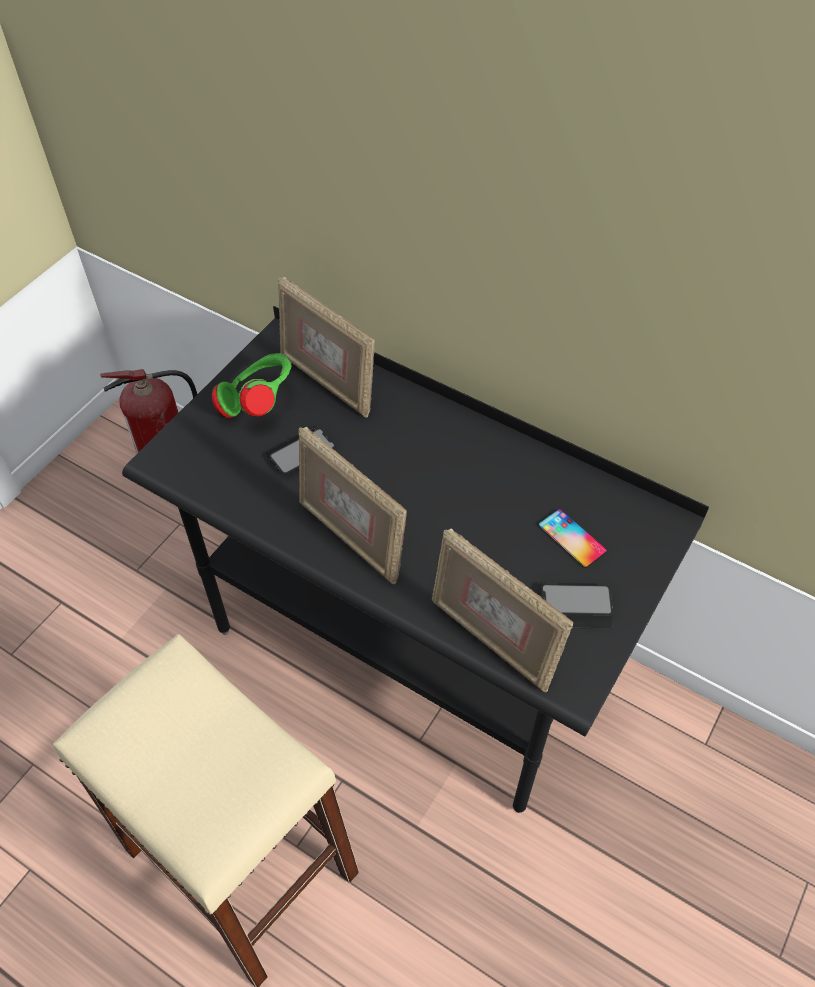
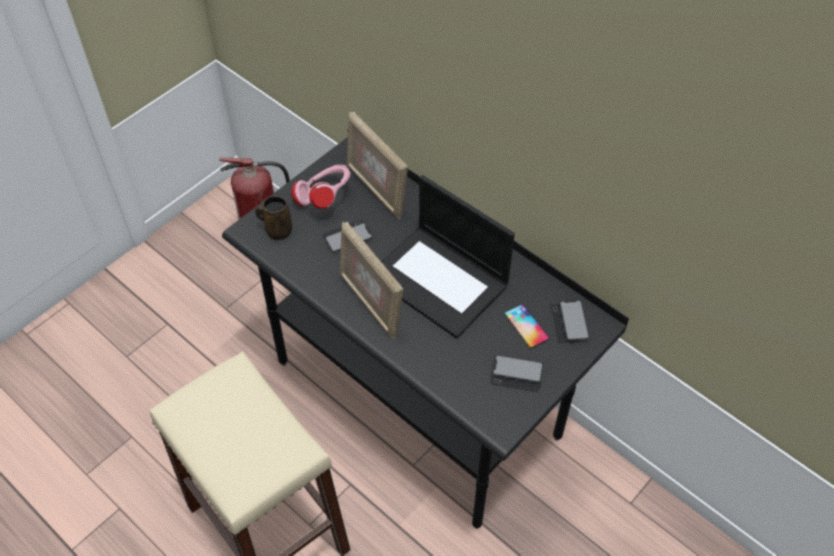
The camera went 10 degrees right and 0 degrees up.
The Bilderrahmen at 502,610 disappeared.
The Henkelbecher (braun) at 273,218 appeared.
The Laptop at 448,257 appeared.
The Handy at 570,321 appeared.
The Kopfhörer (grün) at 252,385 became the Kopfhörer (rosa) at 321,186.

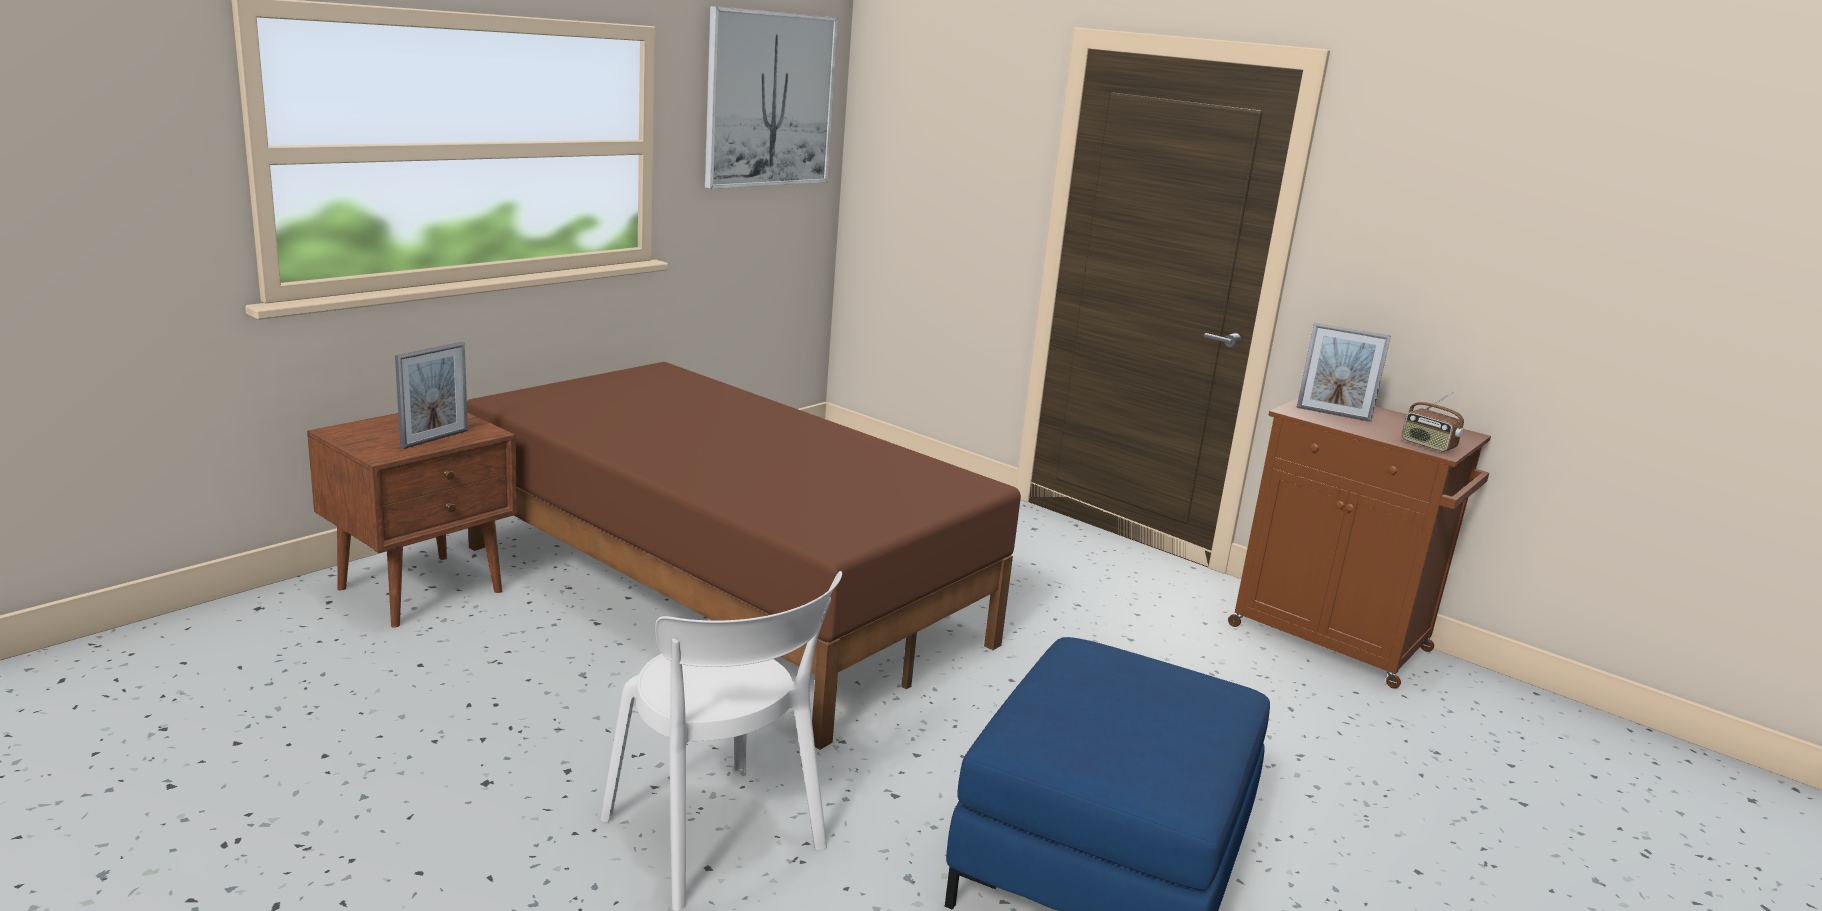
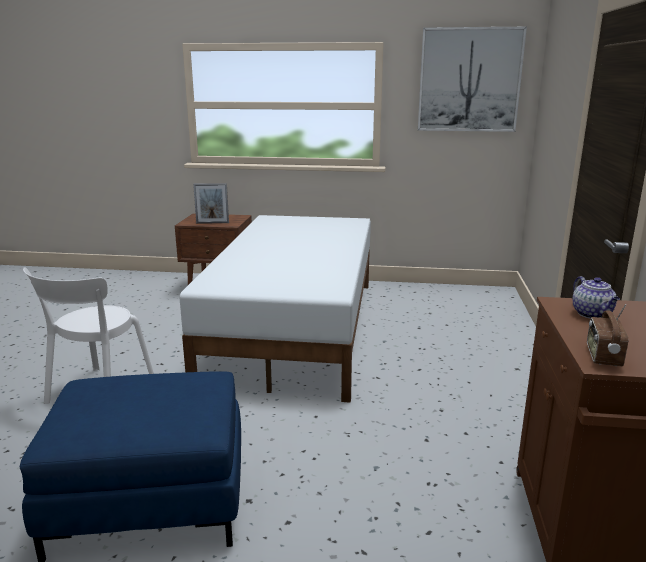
The camera went 60 degrees right and 0 degrees up.
The Bilderrahmen at 1343,372 was replaced by the Teekanne at 596,297.
The Bett (braun) at 744,556 became the Bett (weiß) at 275,309.

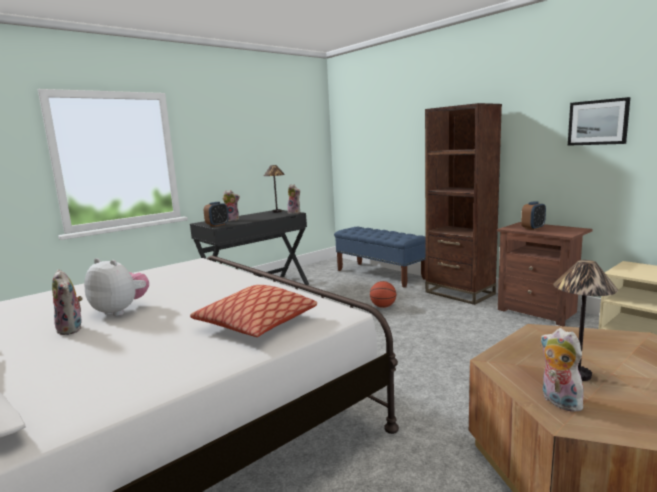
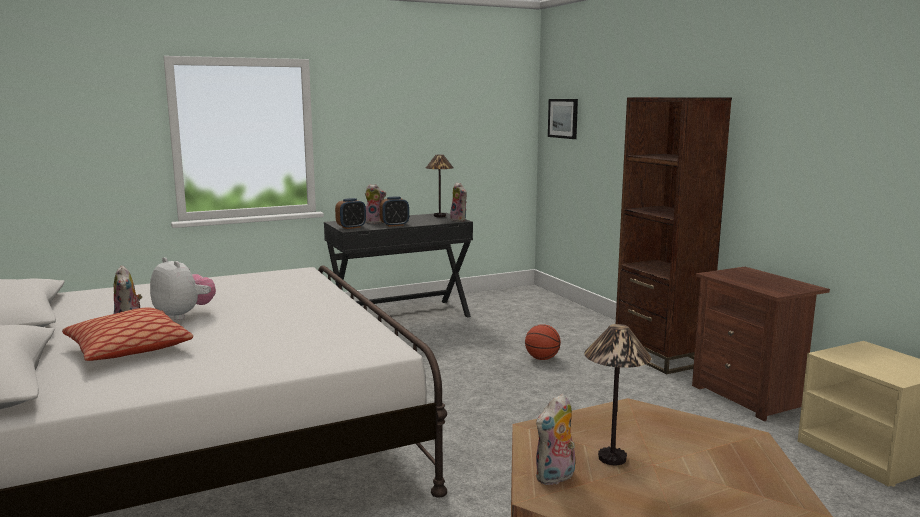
The camera went 15 degrees right and 0 degrees up.
The Bank (blau) at 380,257 disappeared.
The Kissen moved from 253,311 to 127,334.
The Wecker moved from 533,215 to 394,211.
The Bild moved from 599,121 to 563,119.
The Plüschtier at 562,370 turned 120 degrees counterclockwise.

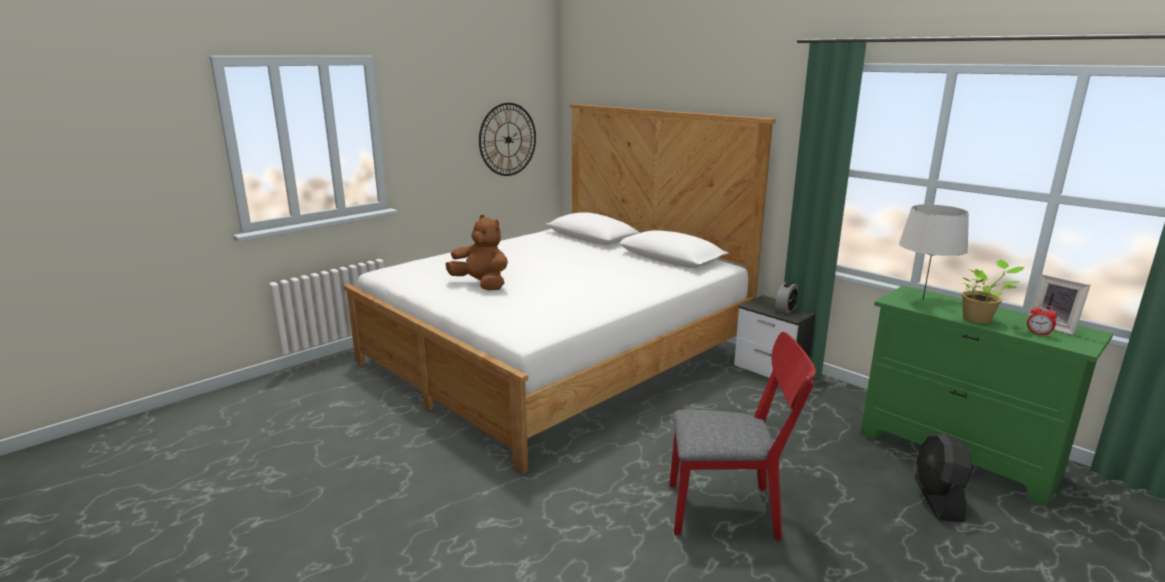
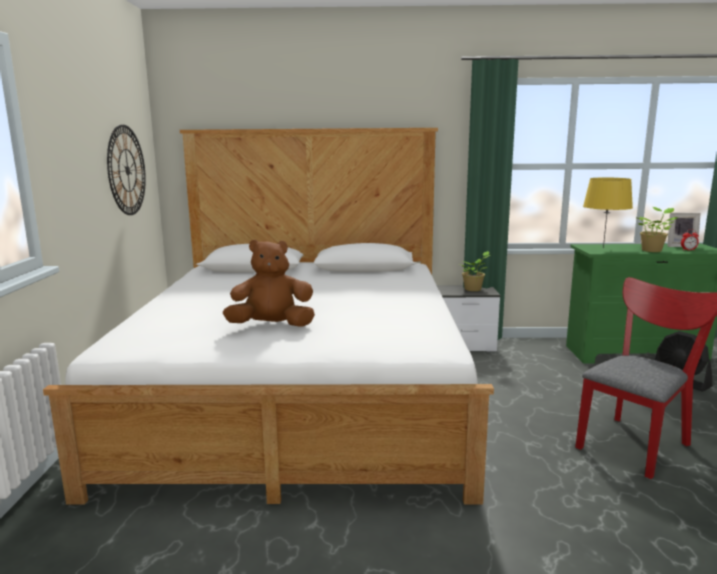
The camera went 45 degrees left and 5 degrees down.
The Wecker at 787,297 was replaced by the Topfpflanze at 475,271.
The Tischlampe (grau) at 934,252 became the Tischlampe (gelb) at 608,213.

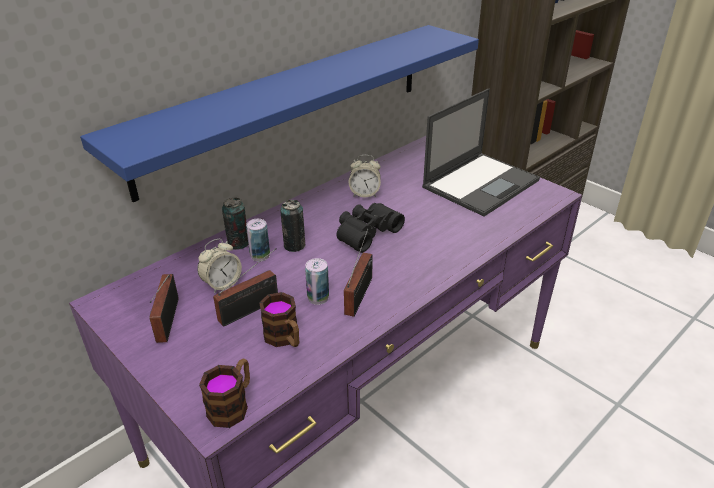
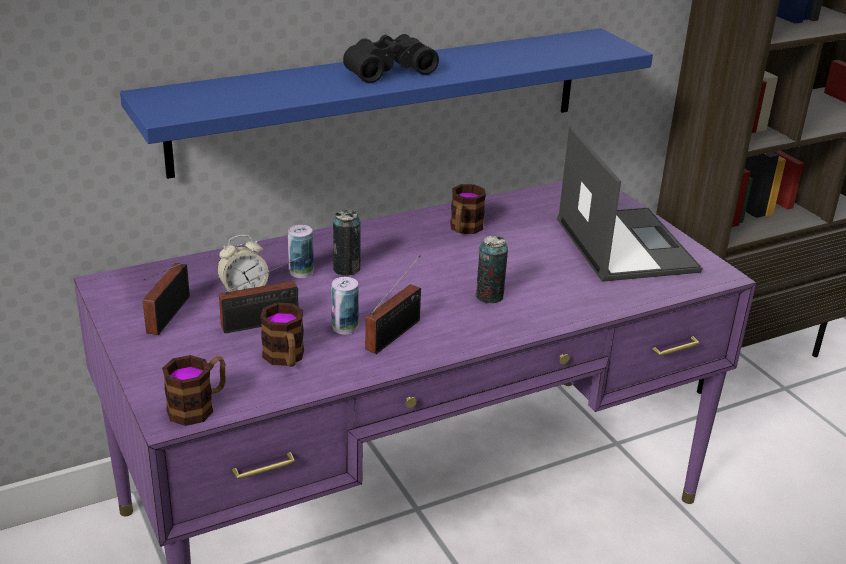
The camera went 15 degrees right and 5 degrees down.
The Dose moved from 235,224 to 491,269.
The Fernglas (schwarz) moved from 371,228 to 391,58.
The Wecker at 365,176 was replaced by the Henkelbecher at 468,209.
The Laptop at 481,153 turned 75 degrees counterclockwise.

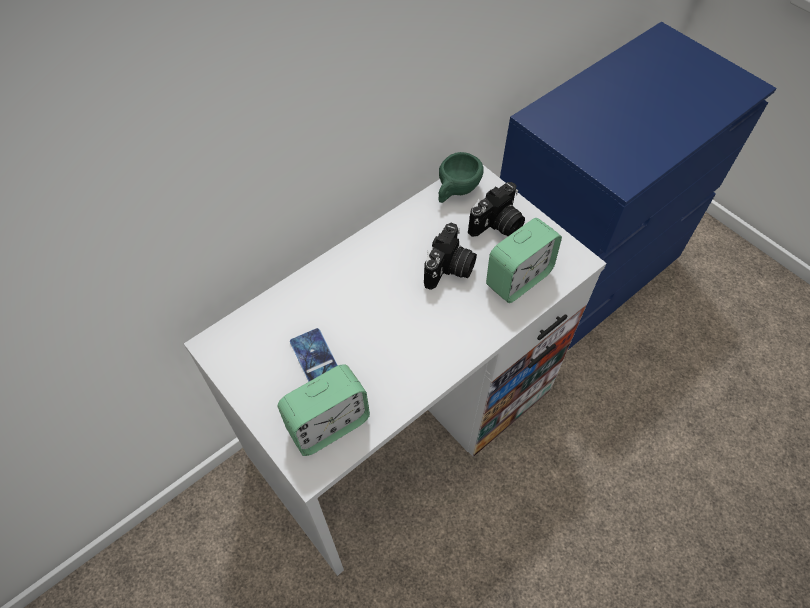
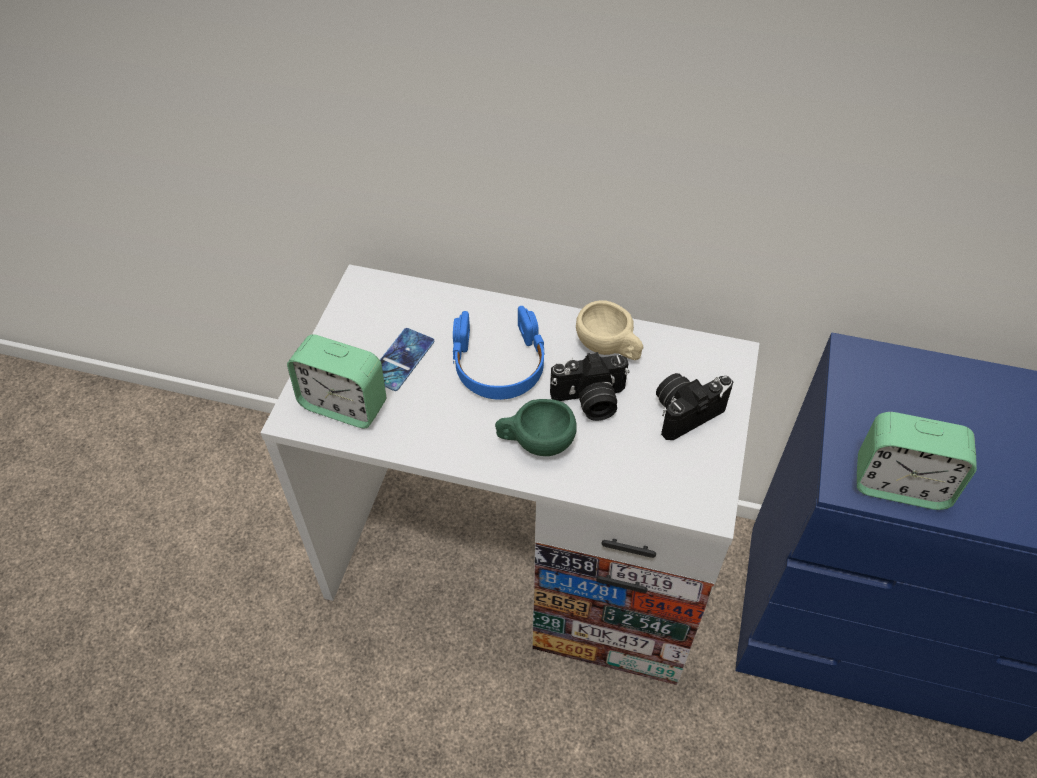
The camera went 55 degrees right and 5 degrees down.
The Kopfhörer (blau) at 499,353 appeared.
The Tasse (beige) at 609,330 appeared.
The Tasse (grün) moved from 461,177 to 536,427.
The Wecker moved from 524,260 to 917,461.
The Kamera at 496,209 turned 135 degrees clockwise.

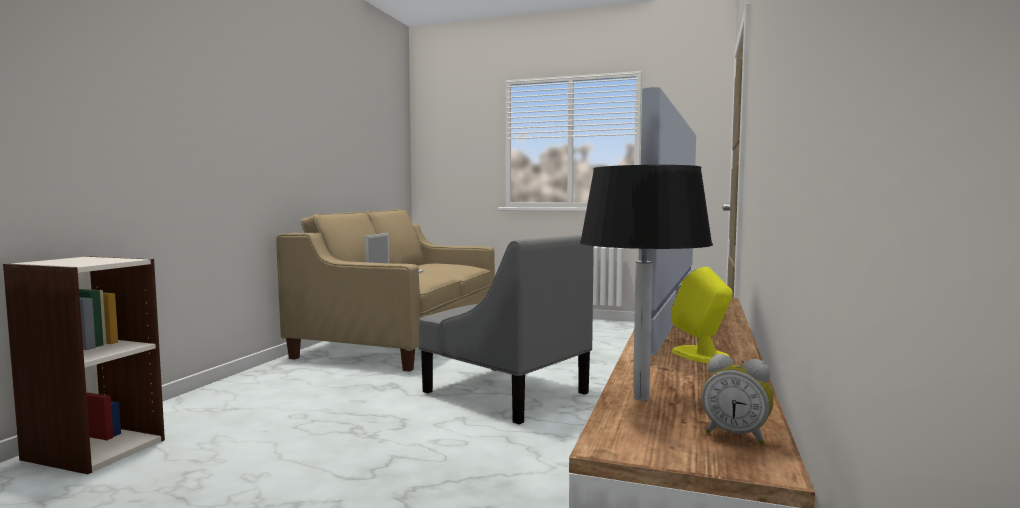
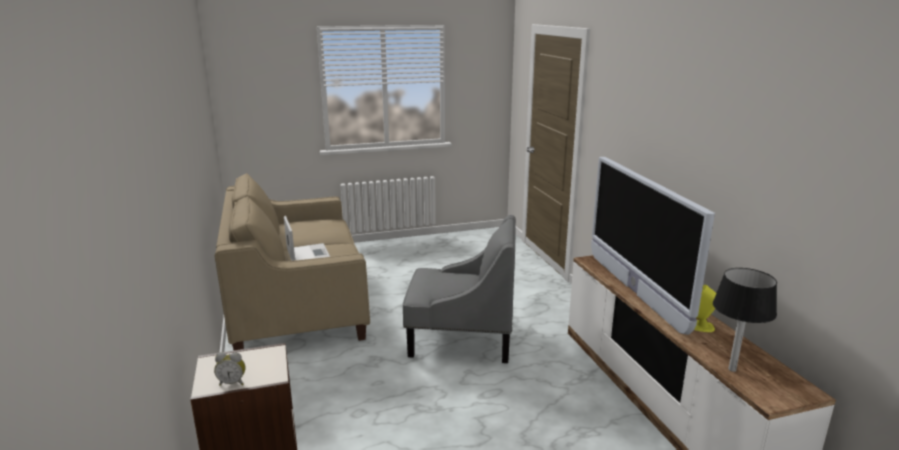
The camera went 35 degrees left and 15 degrees up.
The Wecker moved from 738,399 to 229,369.

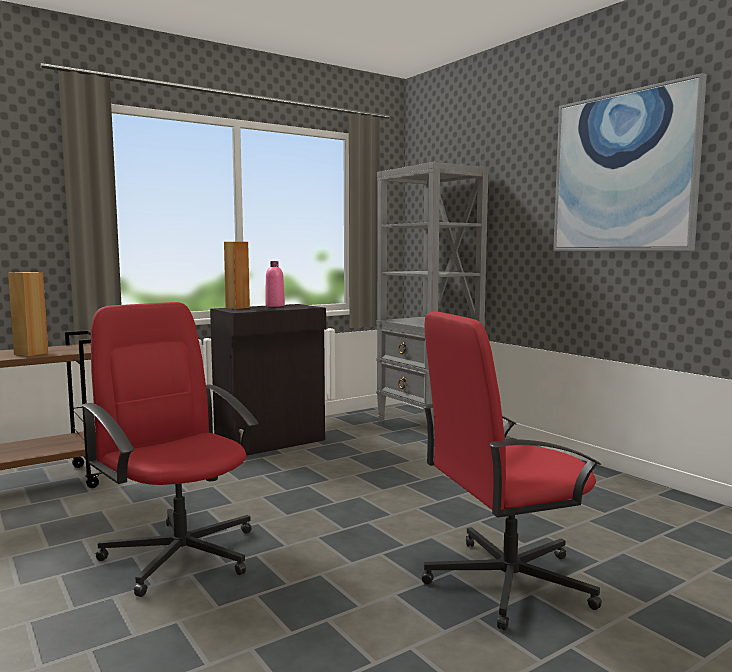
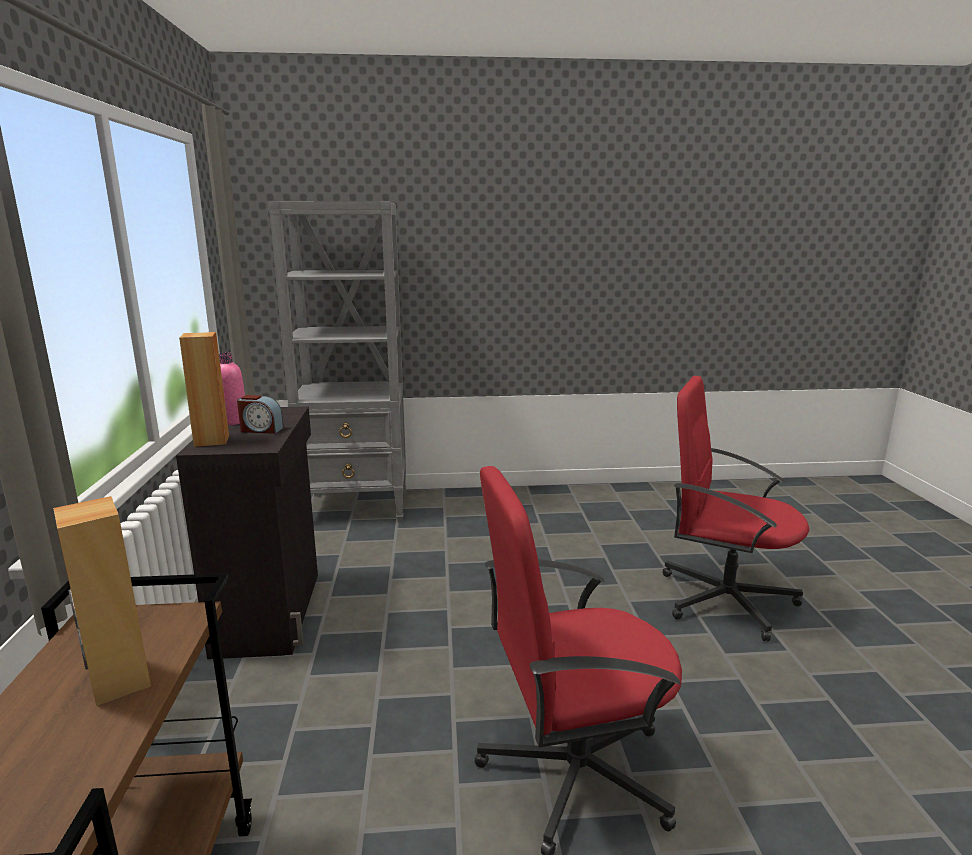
The camera went 60 degrees left and 10 degrees up.
The Bild at 630,162 disappeared.
The Wecker at 260,414 appeared.
The Bürostuhl (rot) at 512,471 turned 105 degrees clockwise.

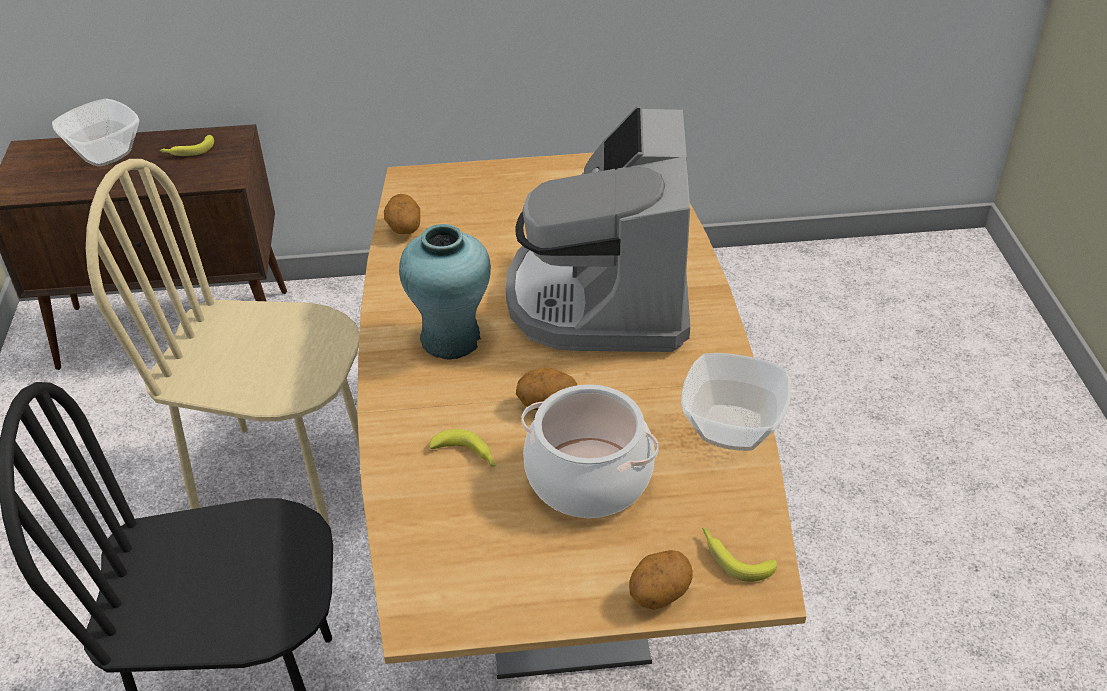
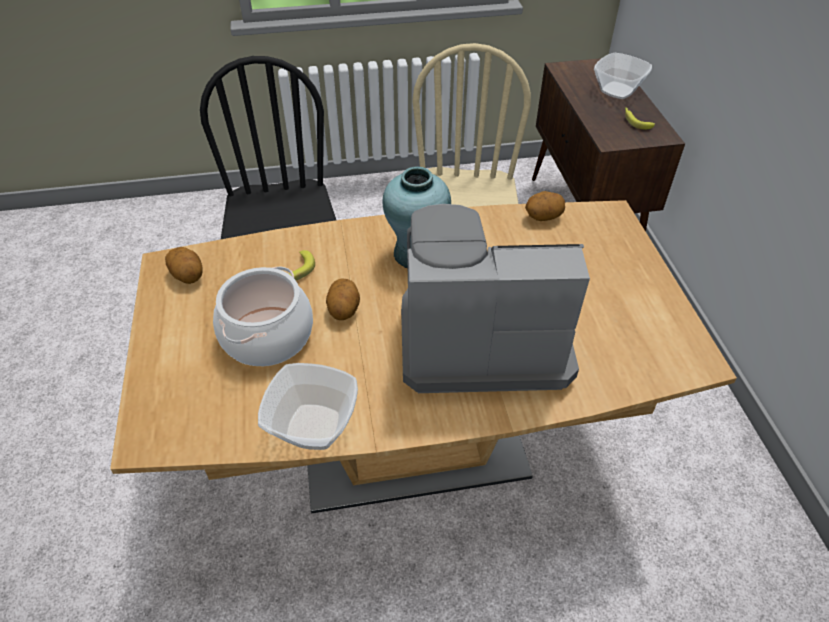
The camera went 85 degrees right and 5 degrees up.
The Banane at 739,555 disappeared.
The Kartoffel moved from 661,580 to 184,265.

